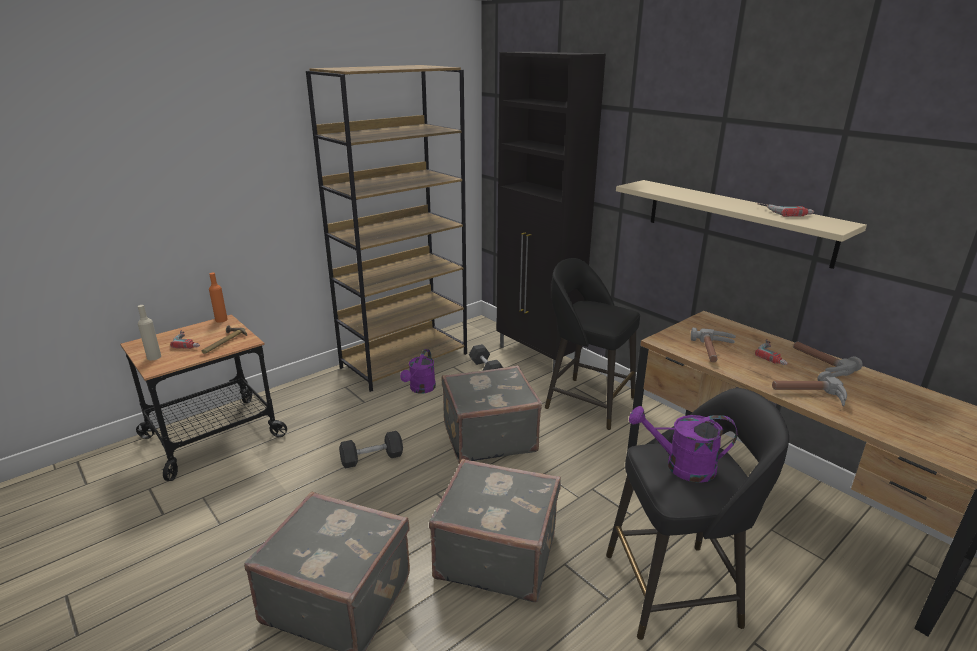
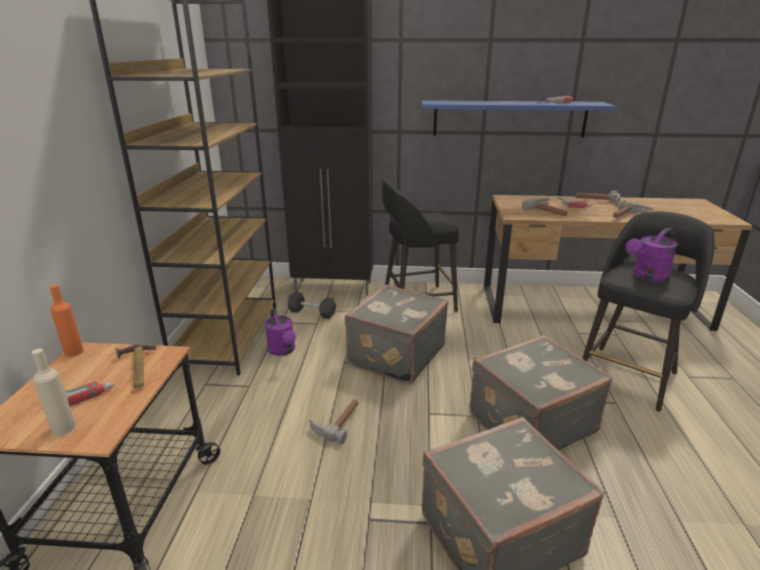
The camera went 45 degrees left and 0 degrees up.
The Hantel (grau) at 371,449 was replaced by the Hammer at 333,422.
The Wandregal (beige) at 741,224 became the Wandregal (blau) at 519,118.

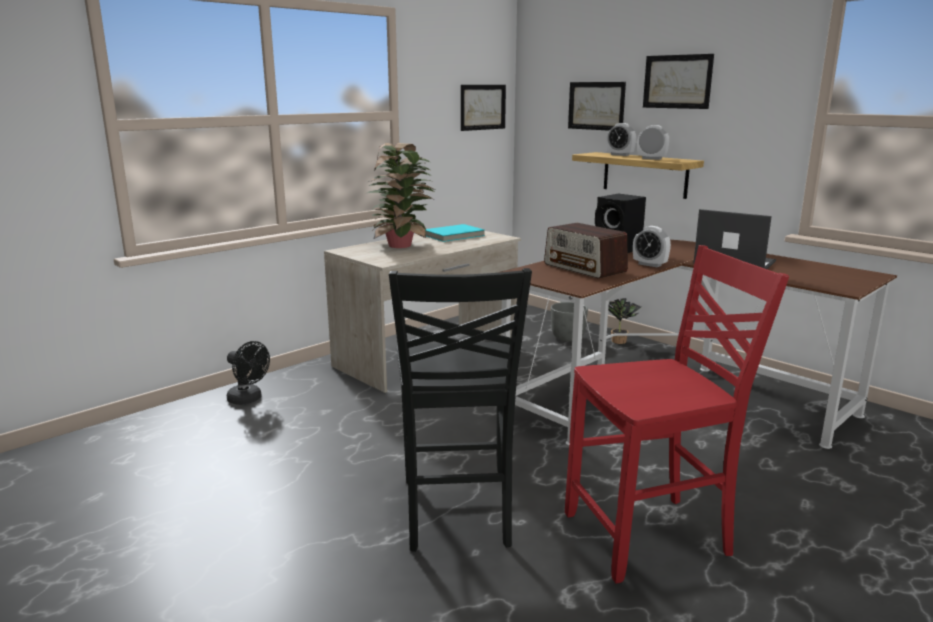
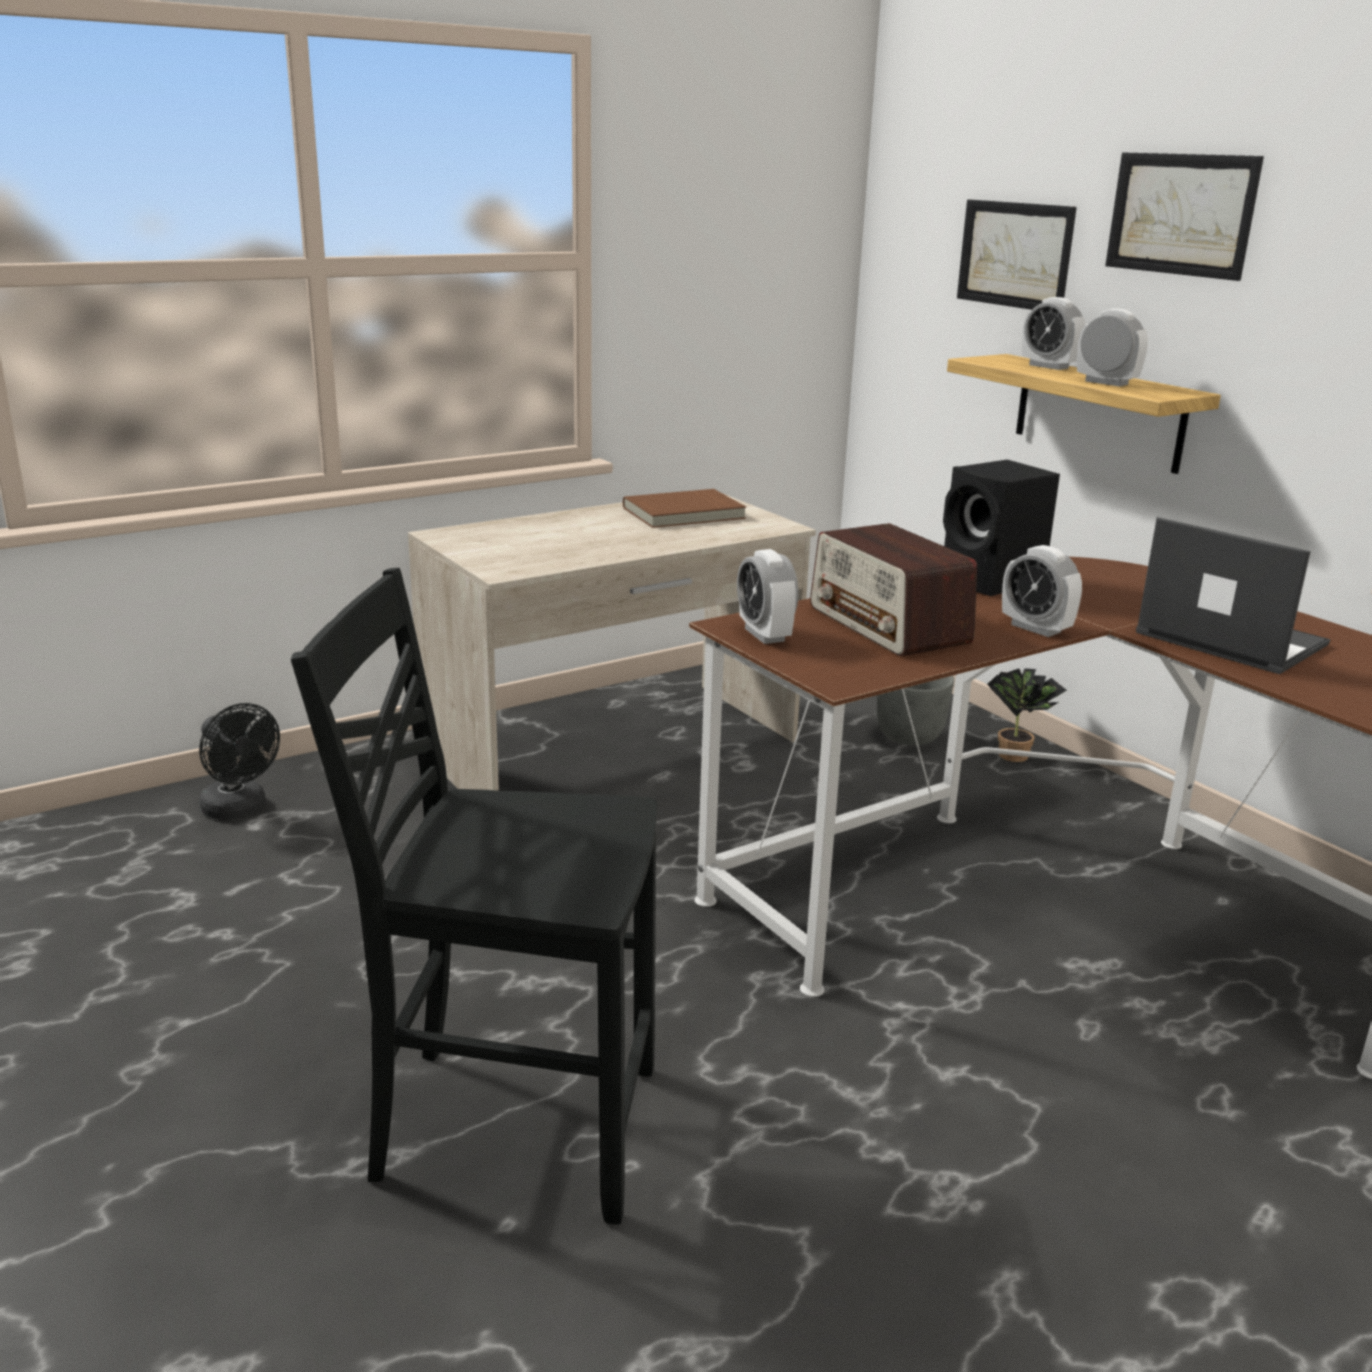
The camera went 10 degrees right and 5 degrees up.
The Topfpflanze at 401,195 disappeared.
The Bild at 483,108 disappeared.
The Stuhl (rot) at 677,414 disappeared.
The Wecker at 767,596 appeared.
The Buch (türkis) at 455,233 became the Buch (braun) at 684,508.
The Stuhl (schwarz) at 460,410 turned 90 degrees clockwise.

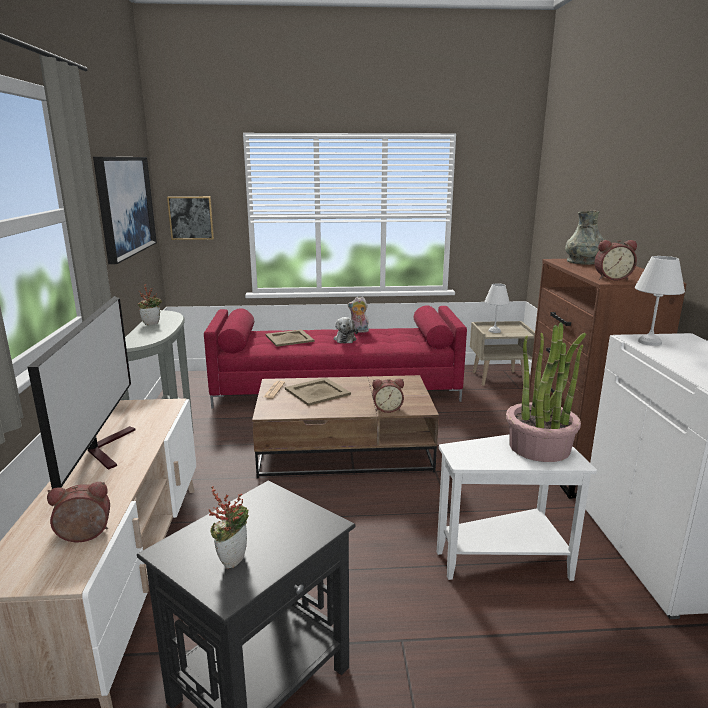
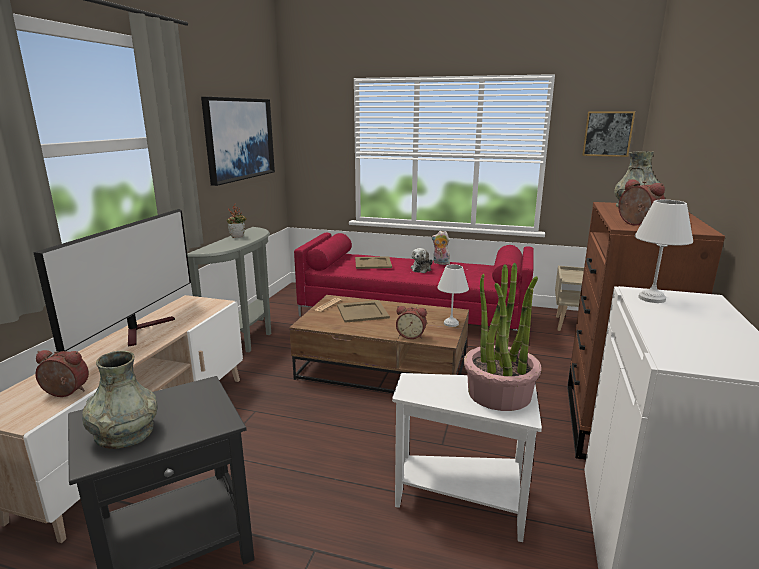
The camera went 20 degrees right and 0 degrees up.
The Bild moved from 190,218 to 608,134.
The Tischlampe (weiß) moved from 497,308 to 453,295.
The Topfpflanze at 229,527 was replaced by the Vase (grau) at 120,400.
The Wecker at 615,260 turned 135 degrees counterclockwise.

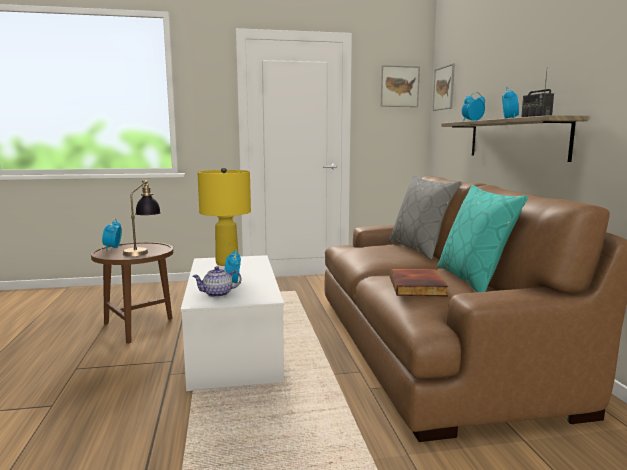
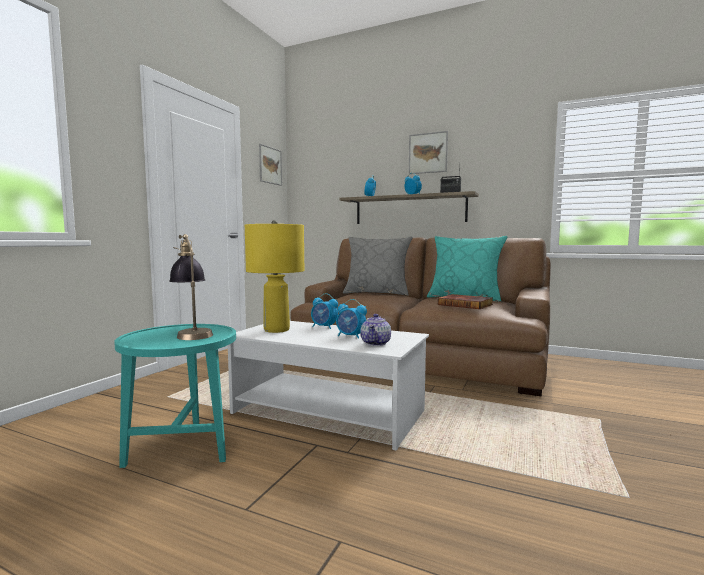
The camera went 55 degrees left and 5 degrees down.
The Wecker moved from 112,234 to 324,311.
The Bild moved from 444,87 to 428,152.
The Beistelltisch (braun) at 132,293 became the Beistelltisch (türkis) at 175,396.

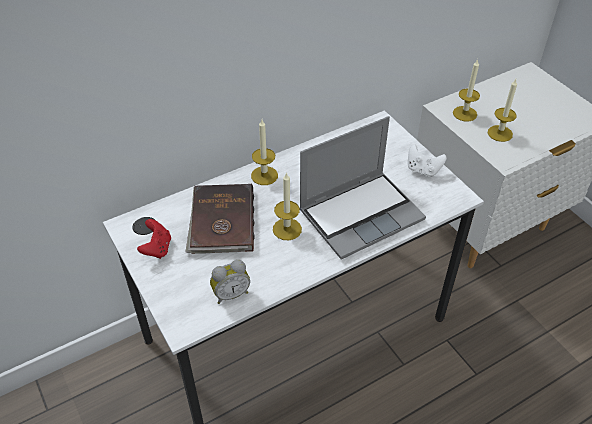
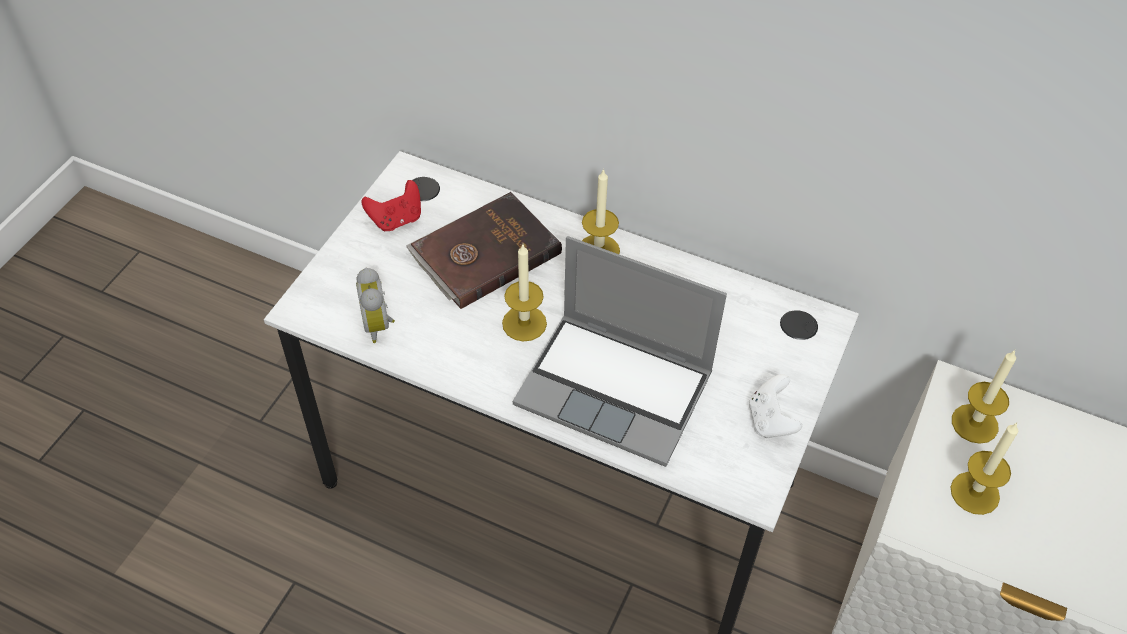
The camera went 55 degrees right and 5 degrees up.
The Wecker at 230,282 turned 45 degrees clockwise.

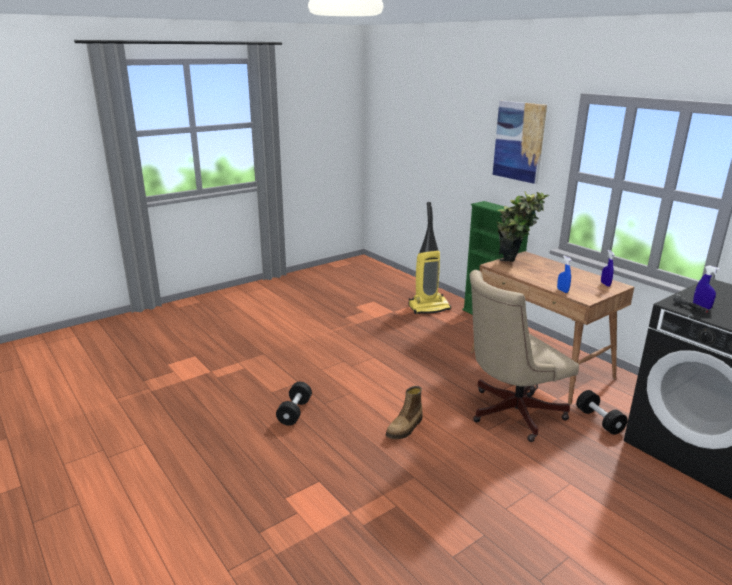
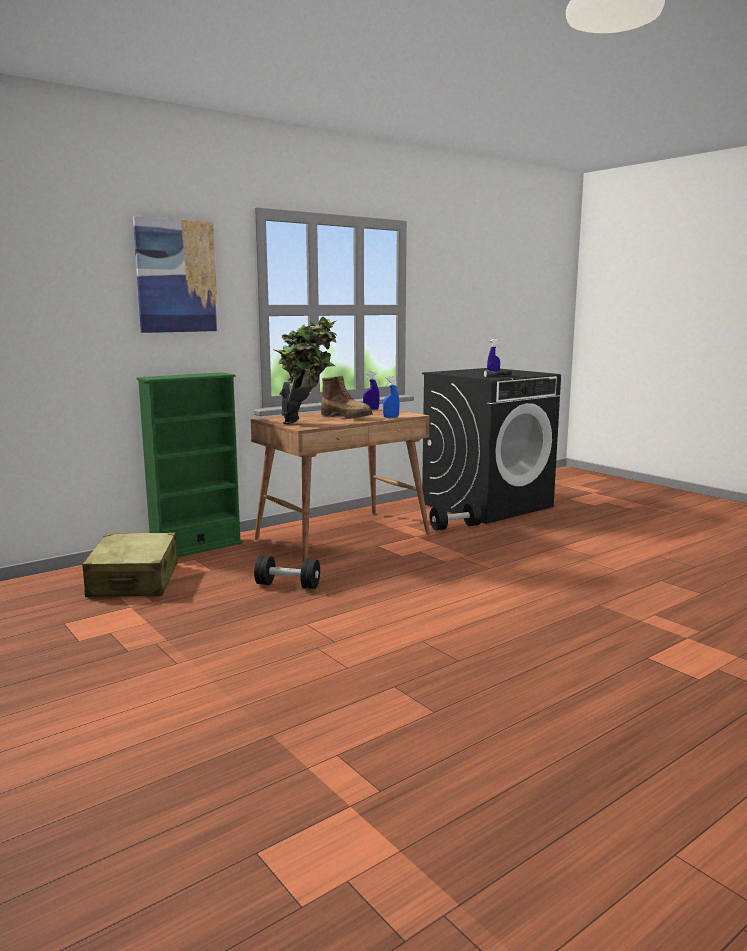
The camera went 90 degrees left and 10 degrees down.
The Bürostuhl (beige) at 524,356 disappeared.
The Hantel (schwarz) moved from 294,404 to 287,572.
The Stiefel moved from 404,412 to 347,397.
The Staubsauger at 430,258 was replaced by the Koffer (beige) at 130,564.

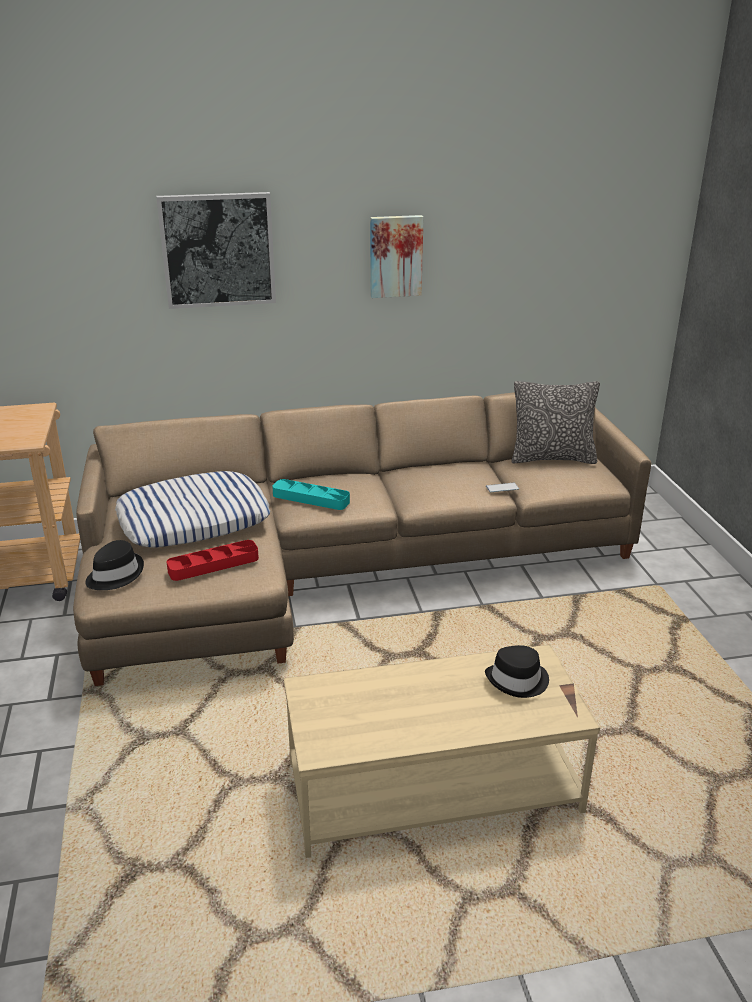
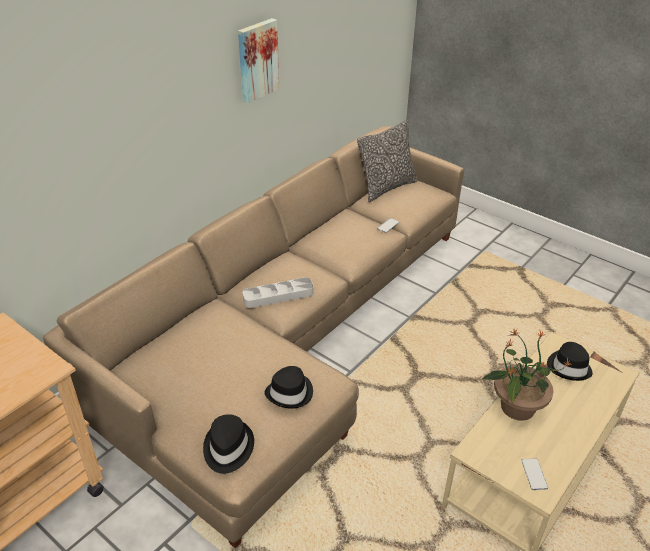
The camera went 40 degrees left and 10 degrees up.
The Kissen at 192,509 disappeared.
The Bild at 216,250 disappeared.
The Topfpflanze at 527,375 appeared.
The Handy at 534,474 appeared.
The Tablett (rot) at 213,560 was replaced by the Hut (schwarz) at 289,387.
The Tablett (türkis) at 311,494 became the Tablett (grau) at 278,292.

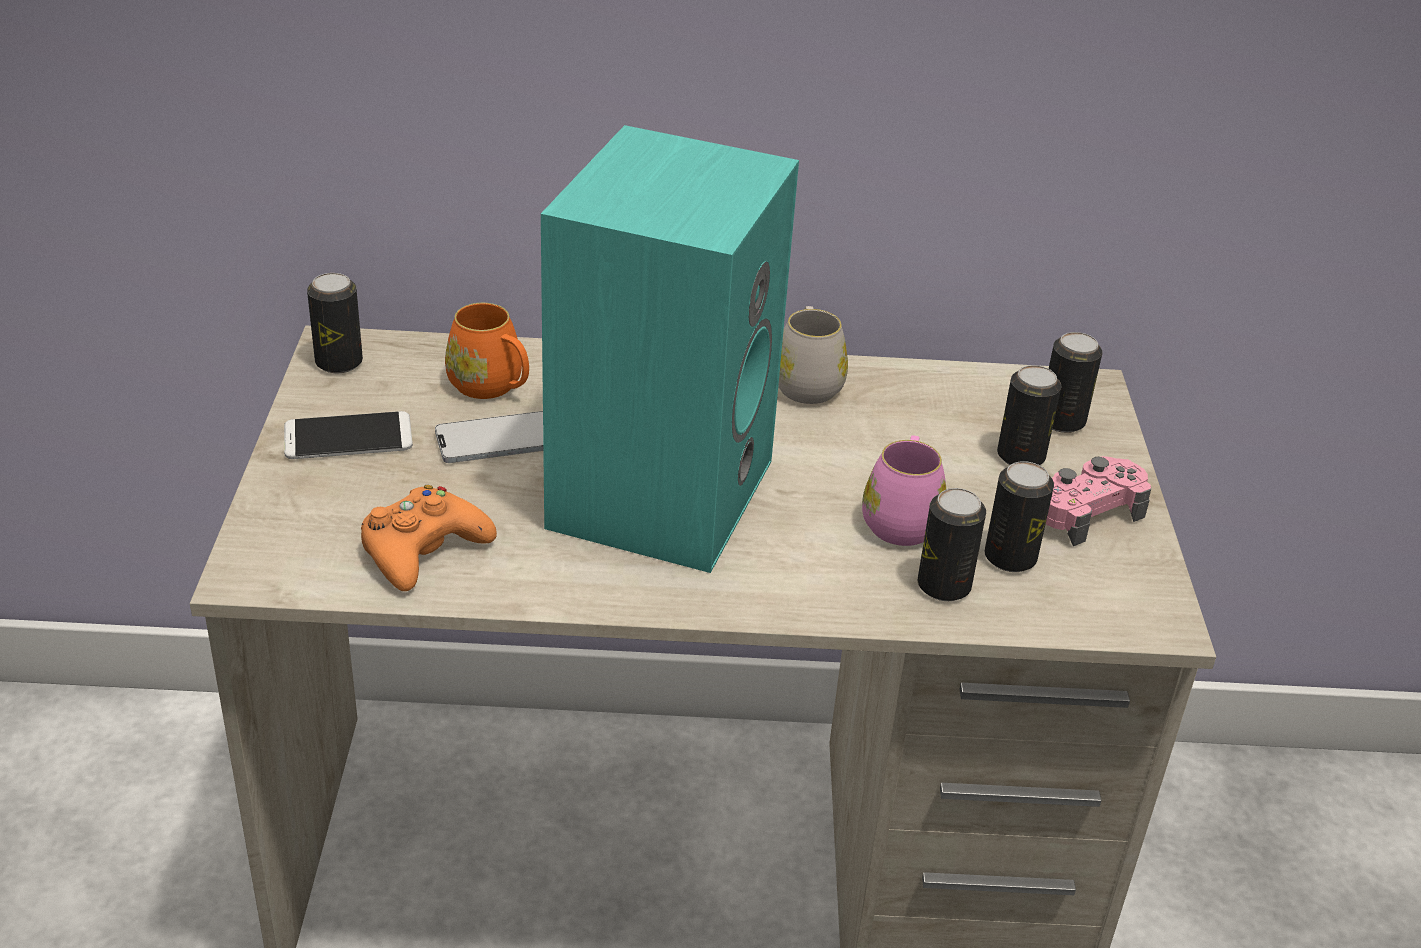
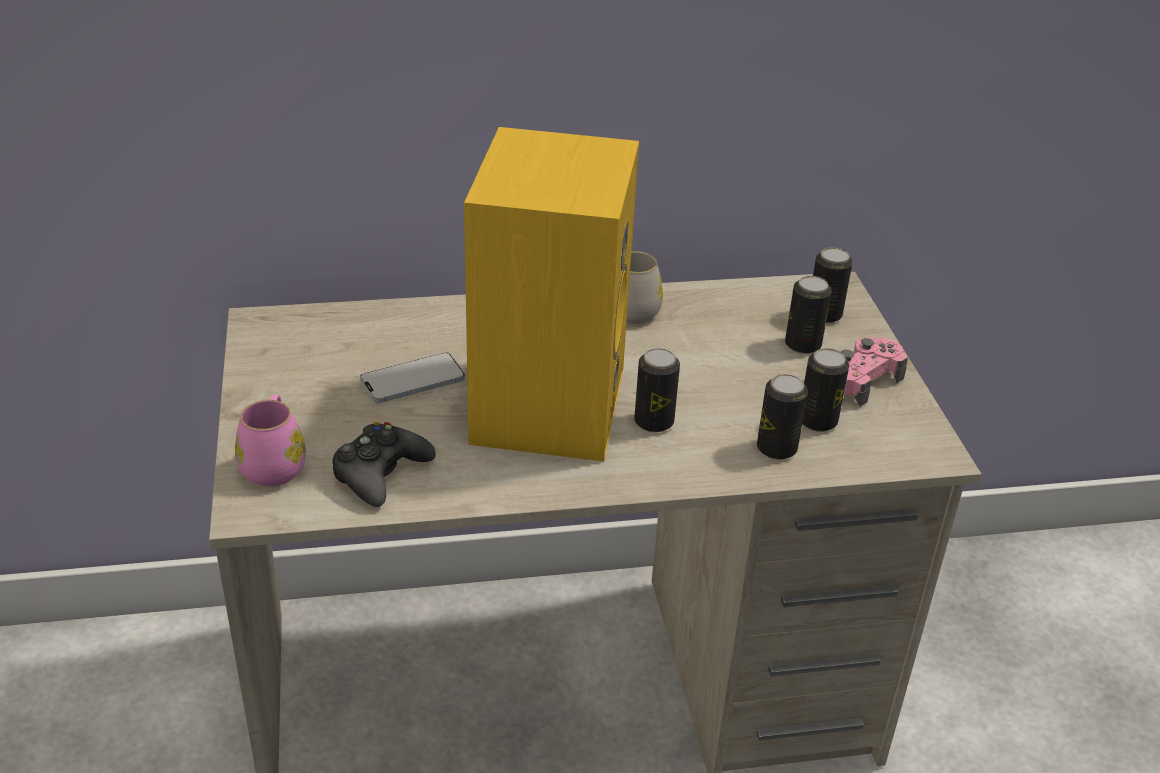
The camera went 10 degrees left and 0 degrees up.
The Handy at 348,435 disappeared.
The Henkelbecher (orange) at 487,351 disappeared.
The Dose moved from 335,323 to 657,390.
The Henkelbecher (rosa) moved from 904,490 to 270,440.
The Gamepad (orange) at 429,538 became the Gamepad (schwarz) at 384,464.
The Lautsprecher (türkis) at 670,349 became the Lautsprecher (gelb) at 551,294.

